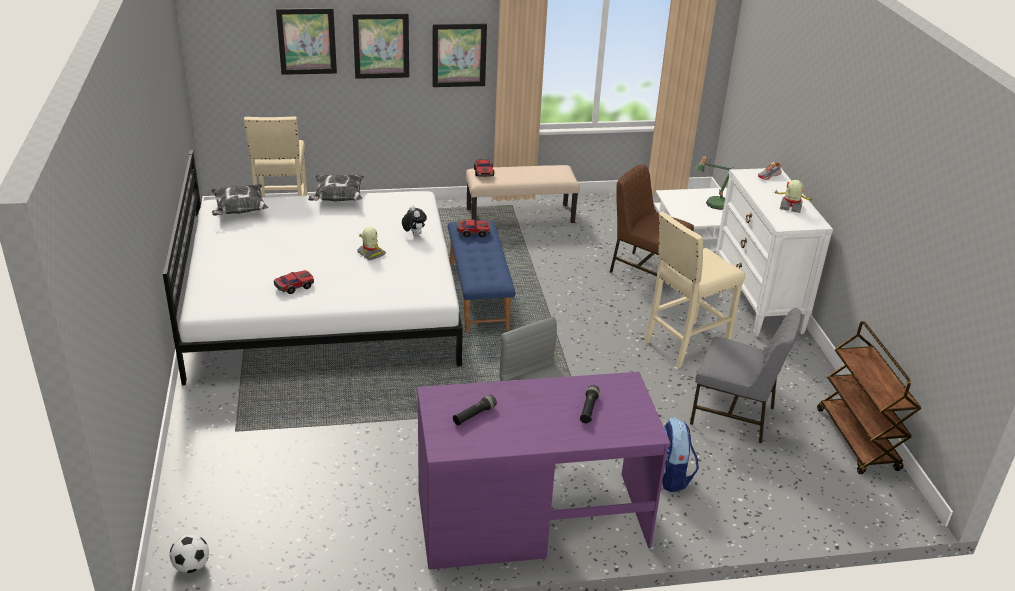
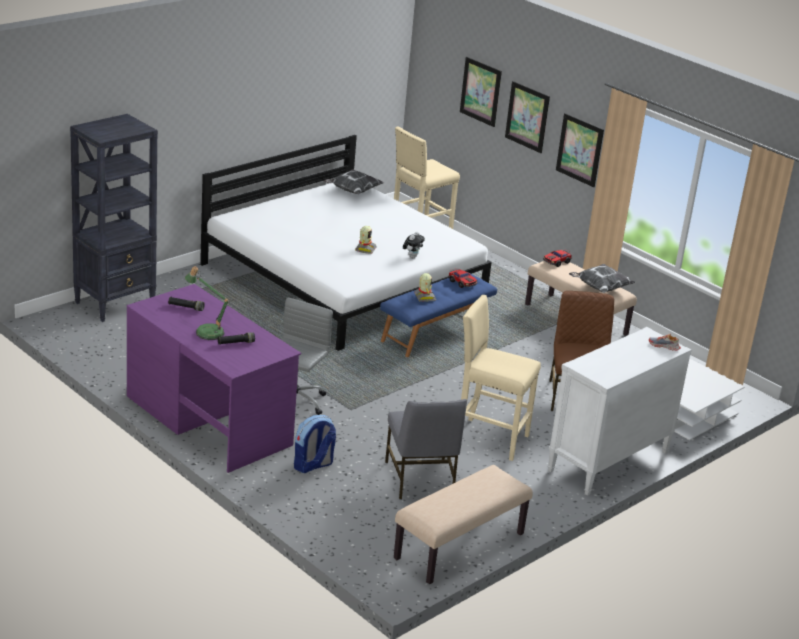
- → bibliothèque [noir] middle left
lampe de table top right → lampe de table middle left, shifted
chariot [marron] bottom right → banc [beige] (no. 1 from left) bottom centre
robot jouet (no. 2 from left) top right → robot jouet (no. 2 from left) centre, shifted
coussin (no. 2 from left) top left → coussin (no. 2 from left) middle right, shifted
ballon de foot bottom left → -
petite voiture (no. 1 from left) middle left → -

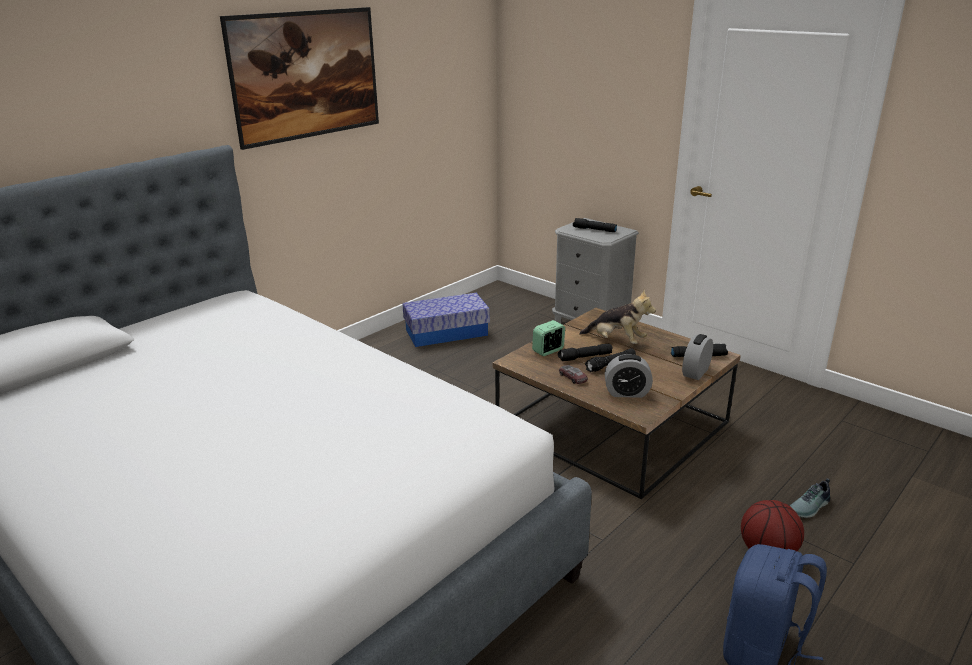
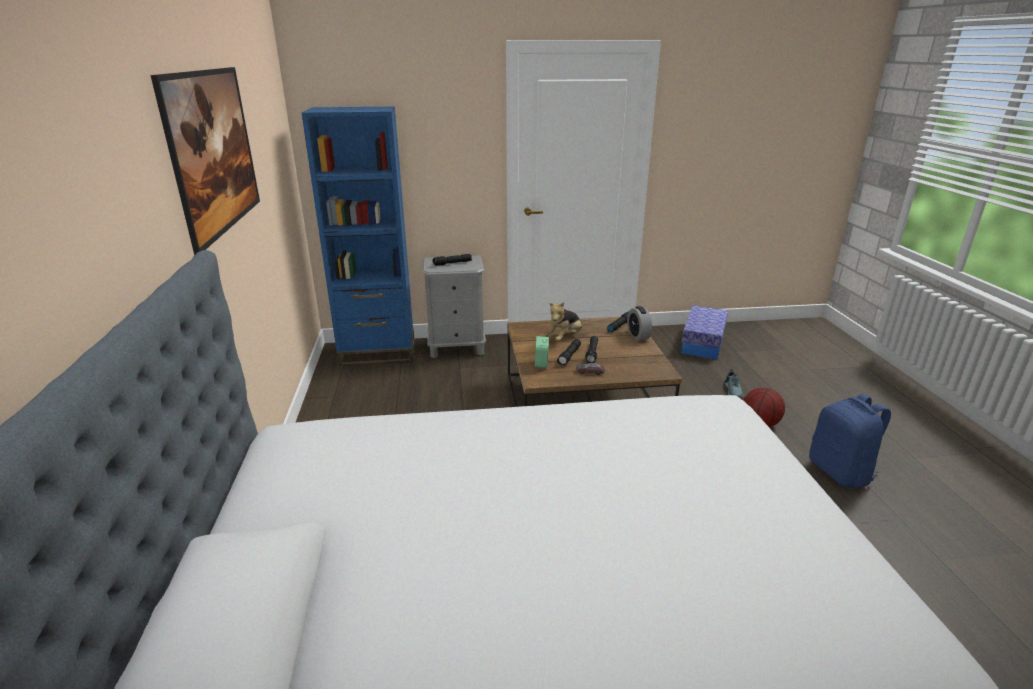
- → bibliothèque [bleu] centre
peluche centre, 150 degrees clockwise
boîte de rangement centre → boîte de rangement middle right, shifted
réveil (no. 2 from left) centre → -

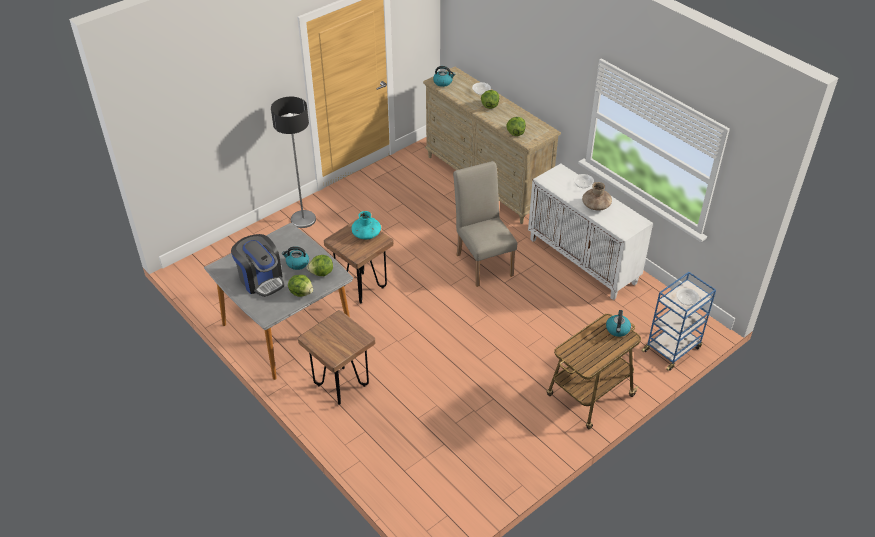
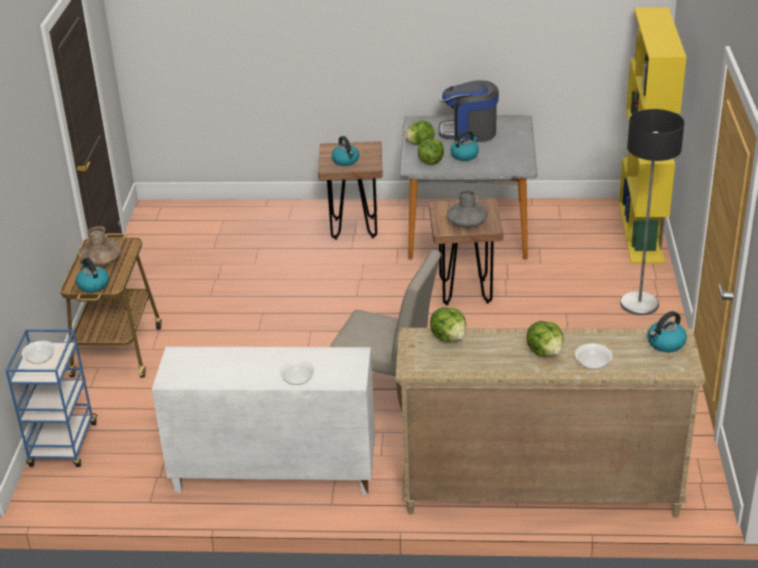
vase [marron] middle right → vase [marron] middle left, shifted
- → bouilloire (no. 2 from left) top centre
vase [turquoise] centre → vase [gris] centre
- → bibliothèque [jaune] top right

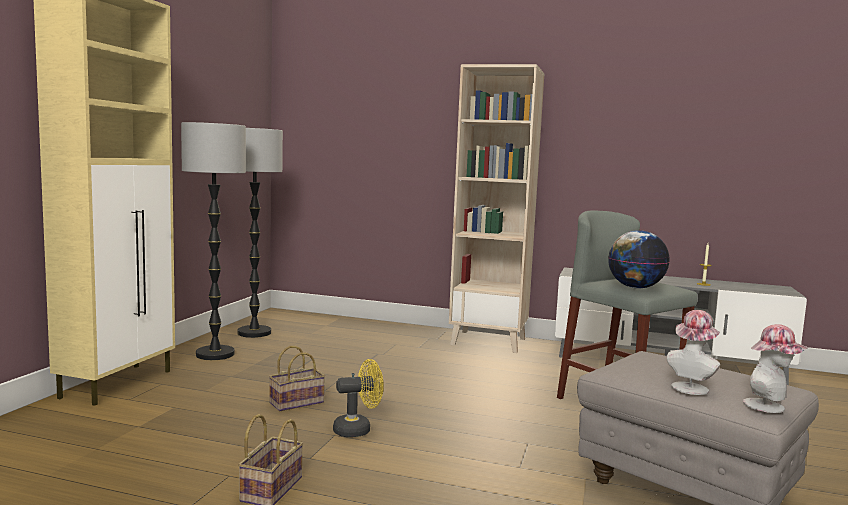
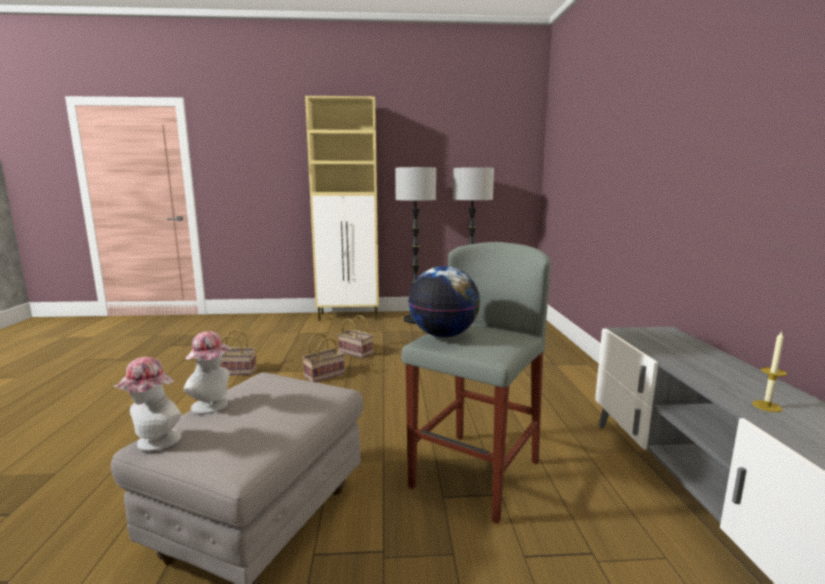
ventilateur [jaune] bottom centre → panier (no. 2 from left) centre
bibliothèque [beige] centre → -

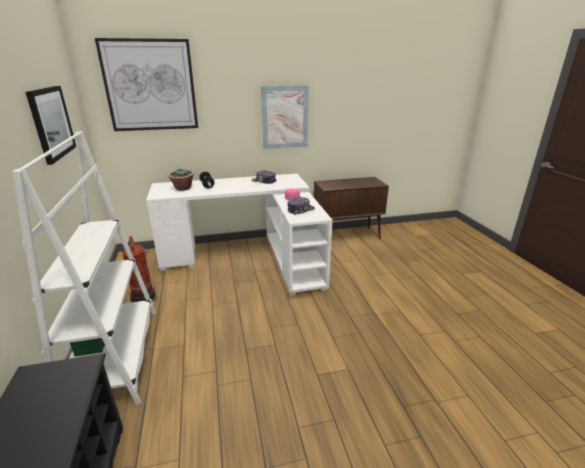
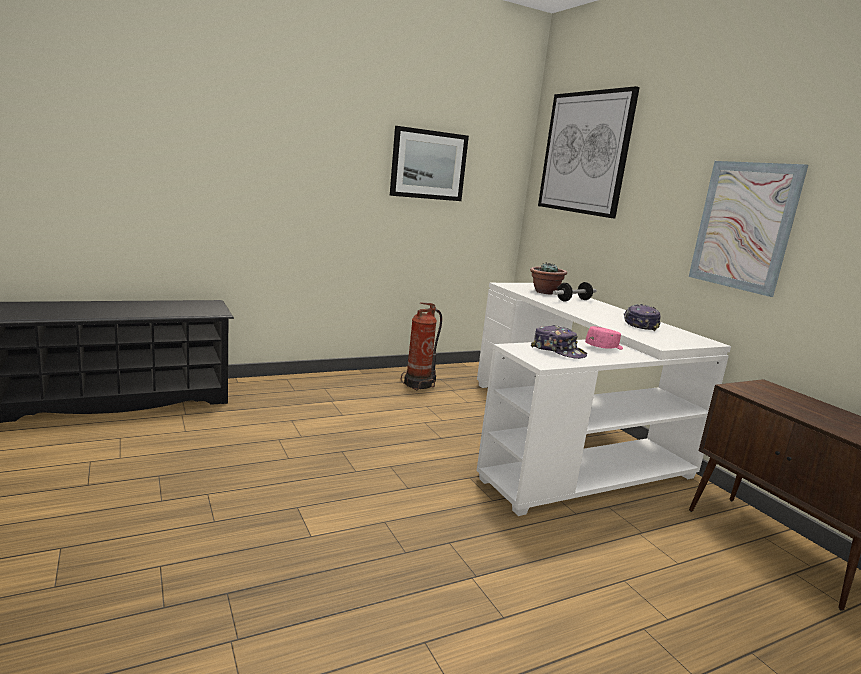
bibliothèque [blanc] middle left → -

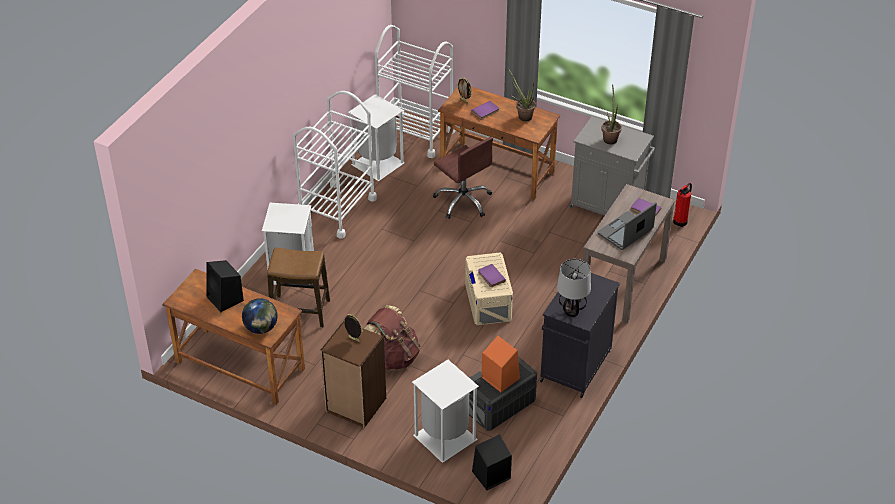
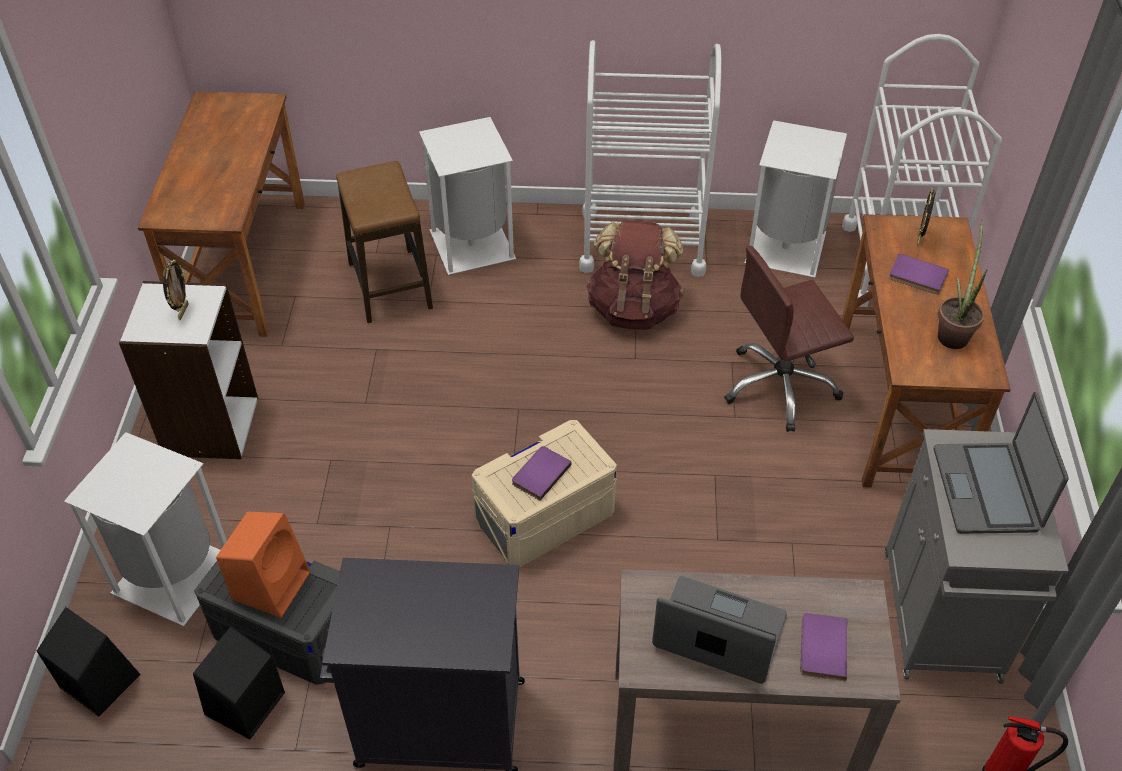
bibliothèque [marron] bottom centre → bibliothèque [blanc] middle left
enceinte [noir] (no. 1 from left in the first image) middle left → enceinte [noir] (no. 2 from left) bottom left, shifted
sac à dos [marron] bottom centre → sac à dos [marron] centre, shifted
chaise de bureau [marron] centre → chaise de bureau [marron] middle right, 45 degrees clockwise
plante en pot (no. 2 from left) top right → ordinateur portable (no. 2 from left) middle right
globe middle left → -
lampe de table centre → -

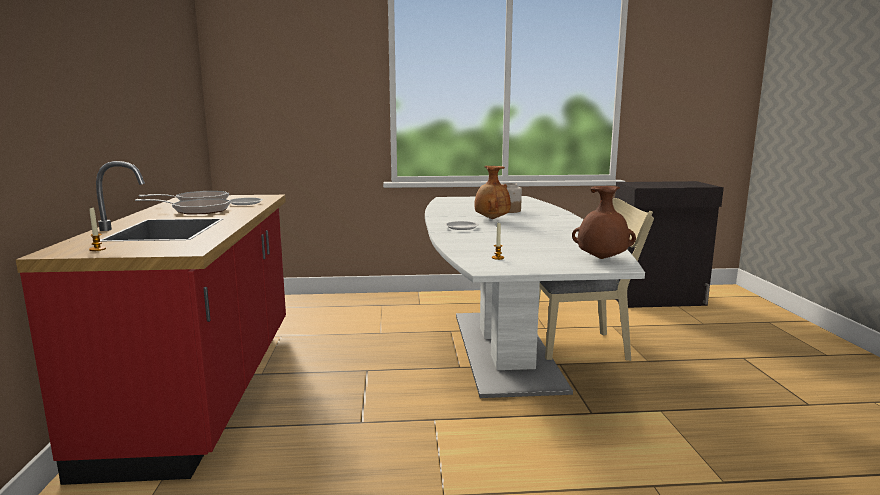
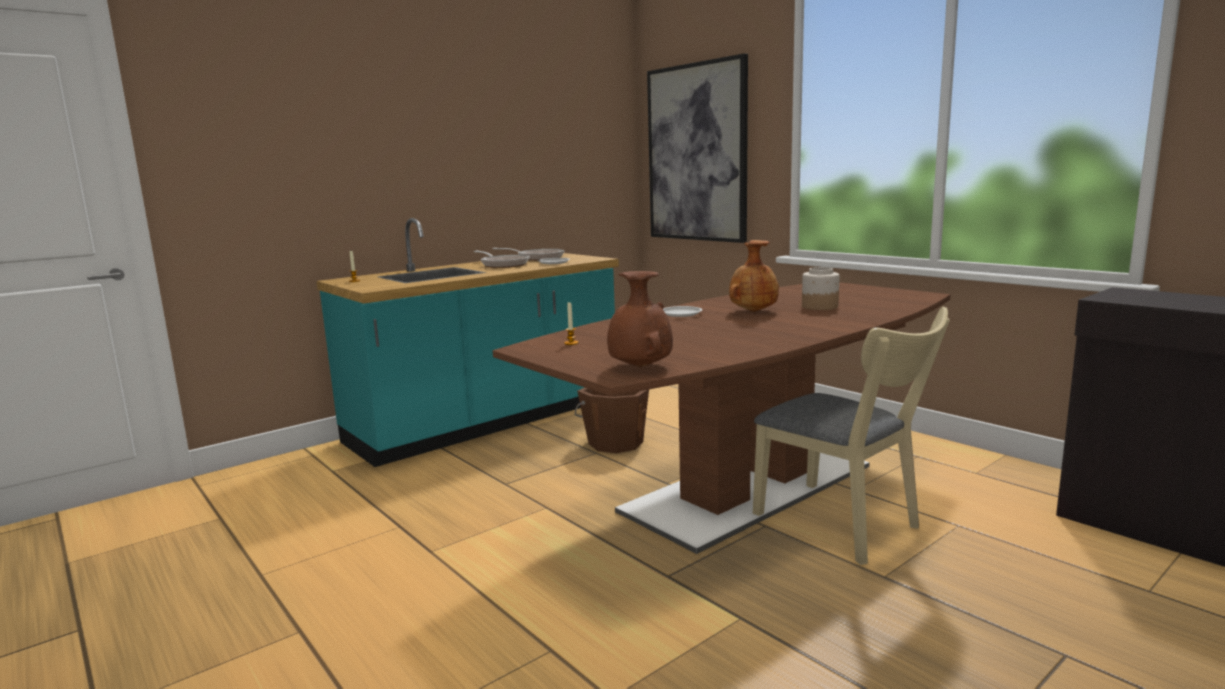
comptoir de cuisine [rouge] middle left → comptoir de cuisine [turquoise] centre
table à manger [blanc] centre → table à manger [marron] centre
- → seau [marron] centre
- → tableau top centre

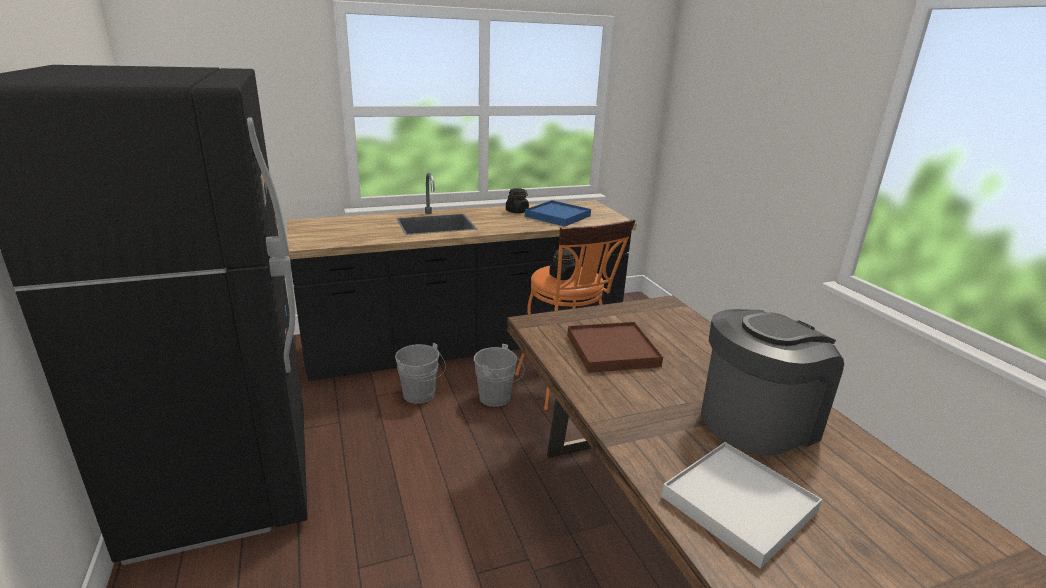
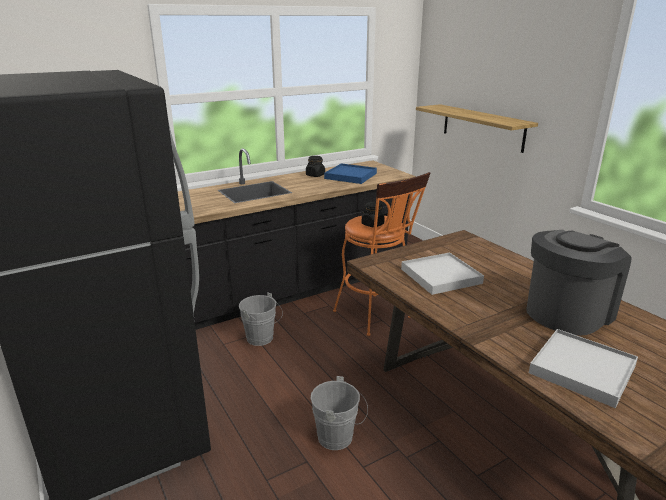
seau [gris] (no. 2 from left) centre → seau [gris] (no. 2 from left) bottom centre, shifted
plateau [marron] centre → plateau [blanc] (no. 1 from left) centre
- → étagère top right

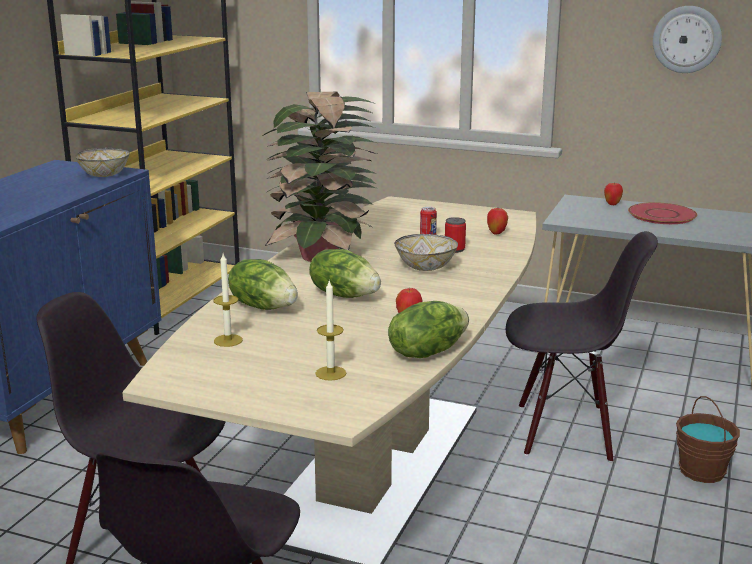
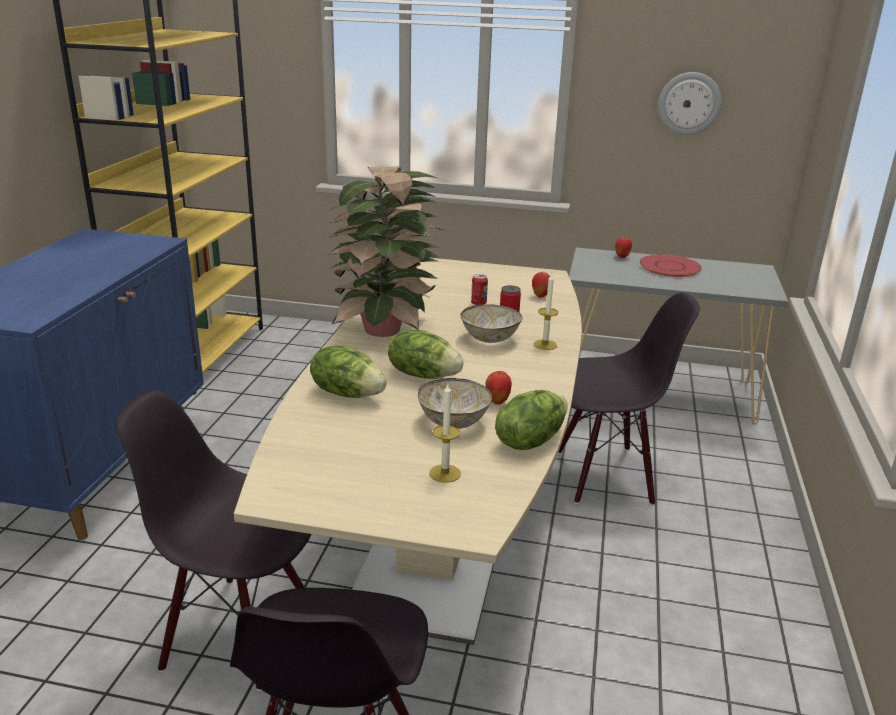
bol (no. 1 from left) top left → bol (no. 1 from left) centre, shifted
bougie (no. 1 from left in the first image) middle left → bougie (no. 2 from left) centre, shifted
seau [marron] bottom right → -

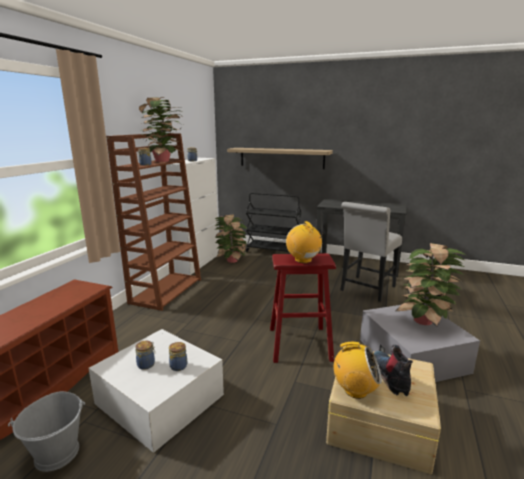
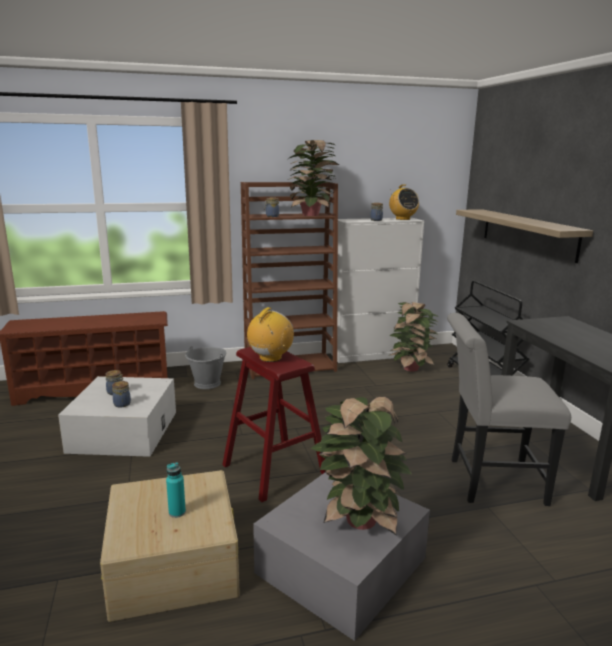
botte bottom right → bouteille [turquoise] bottom left
seau [gris] bottom left → seau [gris] centre, shifted
radio (no. 2 from left) bottom right → radio (no. 2 from left) top centre, shifted

